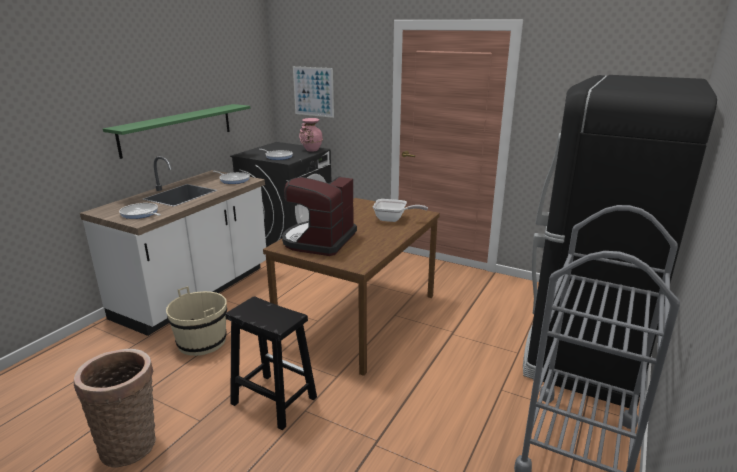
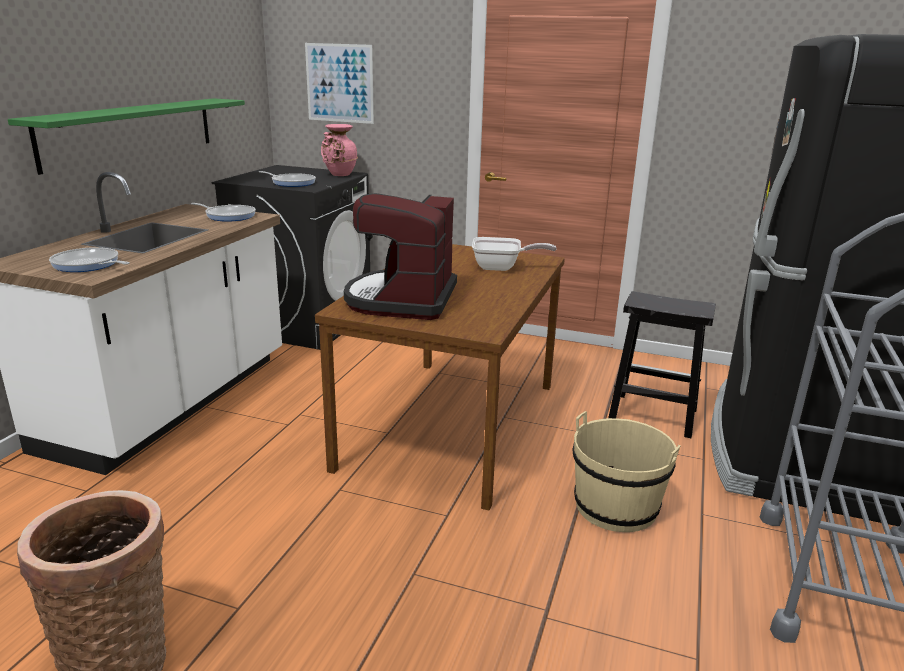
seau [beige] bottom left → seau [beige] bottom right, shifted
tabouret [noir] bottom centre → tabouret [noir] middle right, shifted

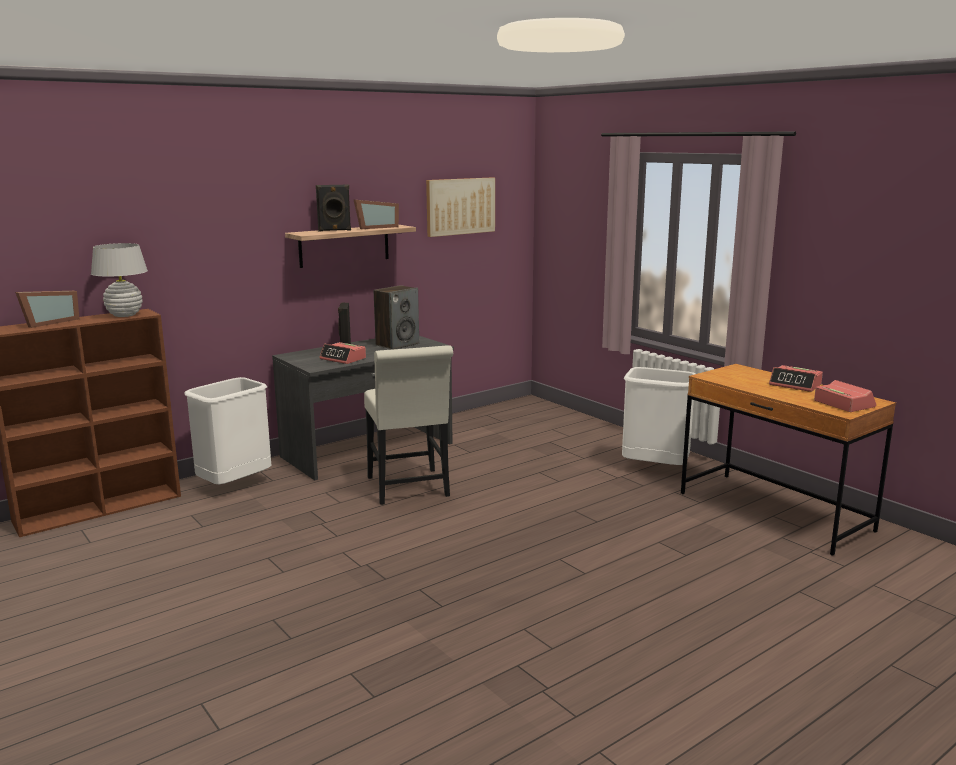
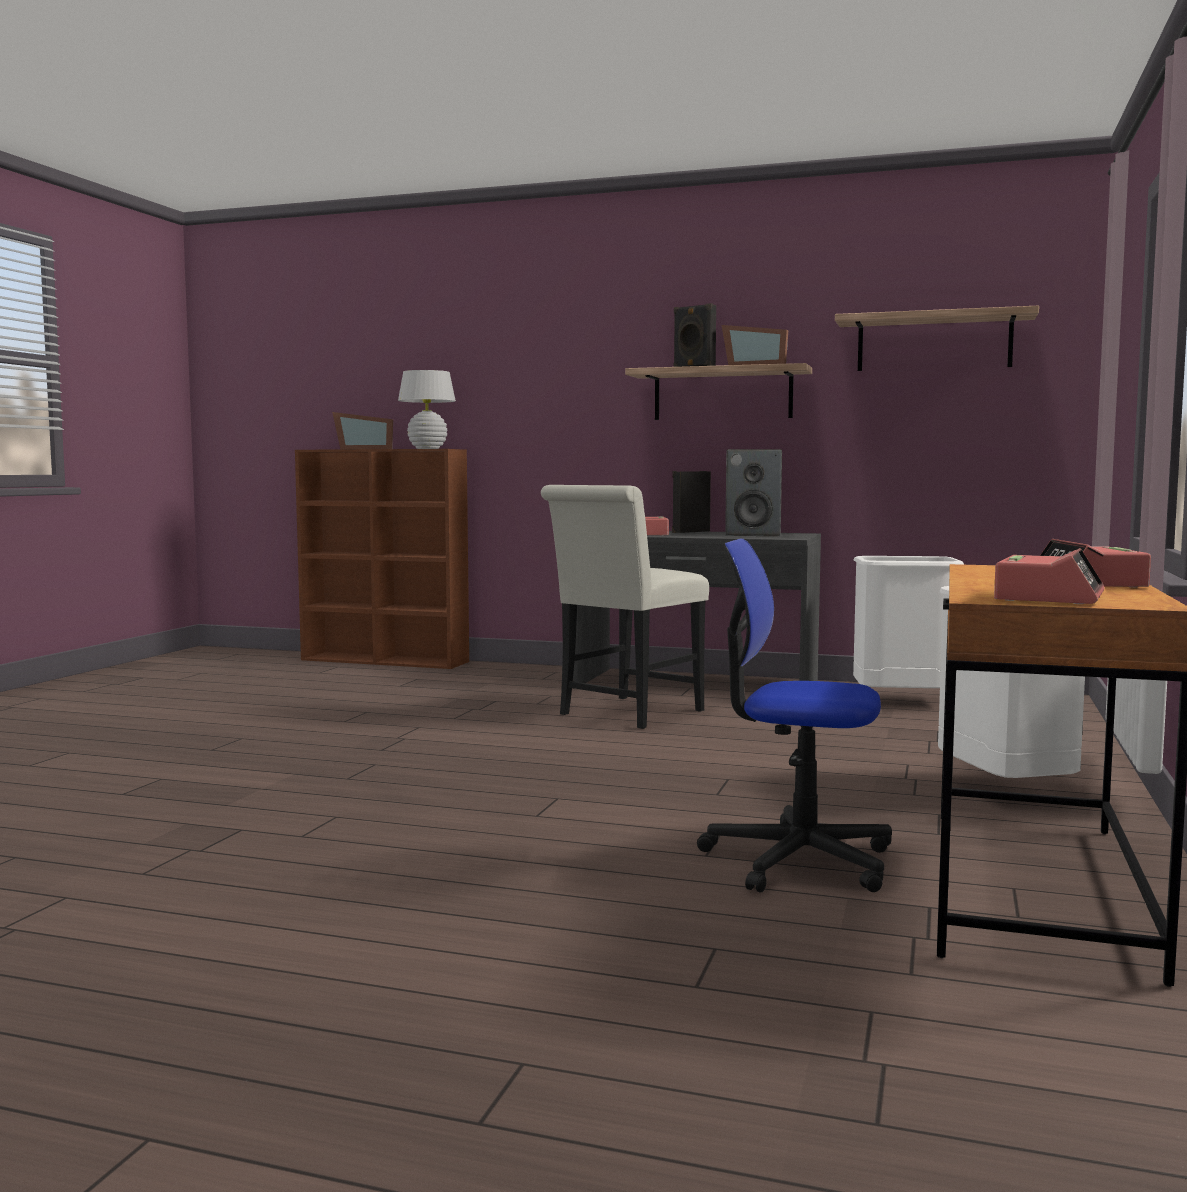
- → chaise de bureau middle right
tableau top centre → étagère (no. 2 from left) top right
poubelle [blanc] (no. 1 from left) middle left → poubelle [blanc] (no. 1 from left) middle right, shifted

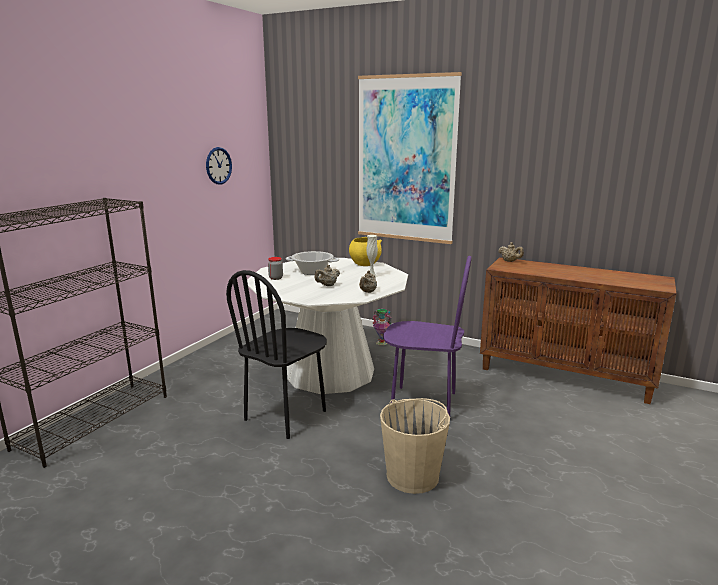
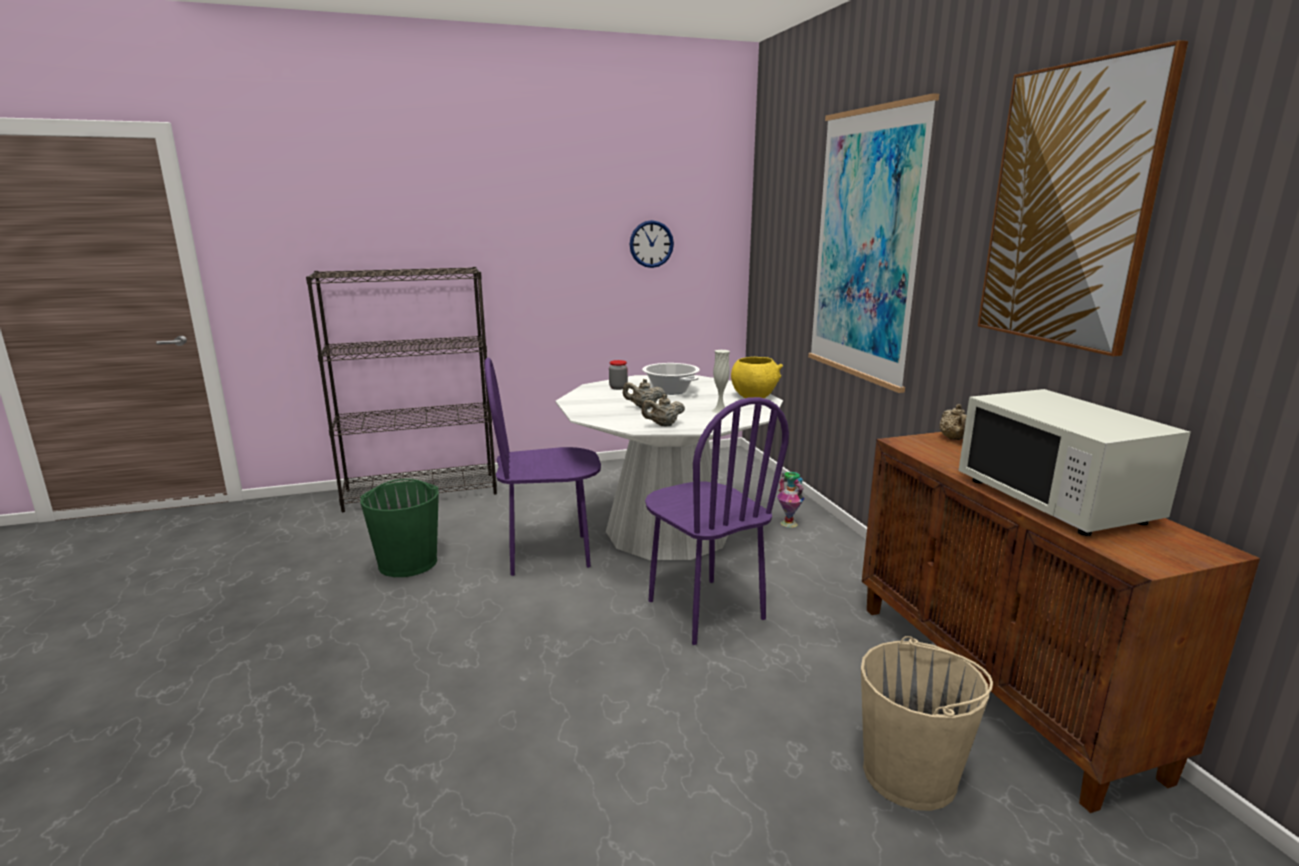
- → seau [vert] middle left
chaise [noir] centre → chaise [violet] (no. 1 from left) centre
seau [beige] bottom centre → seau [beige] bottom right, shifted
- → micro-ondes [blanc] middle right
- → tableau (no. 2 from left) top right

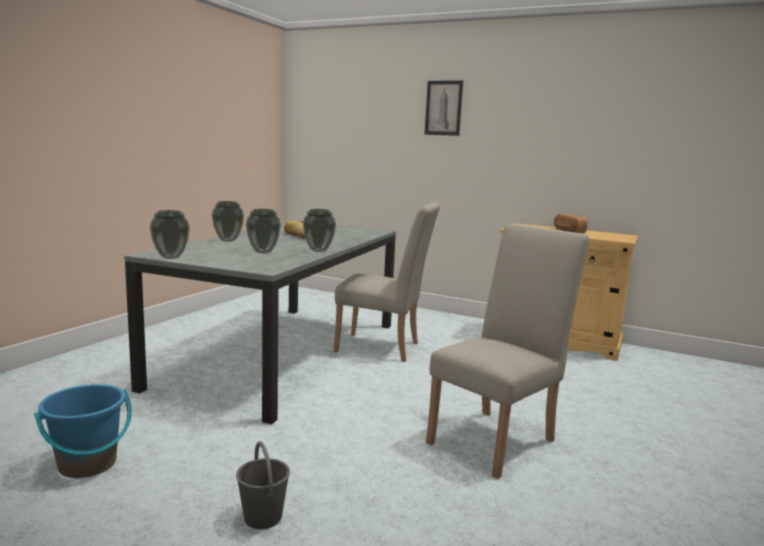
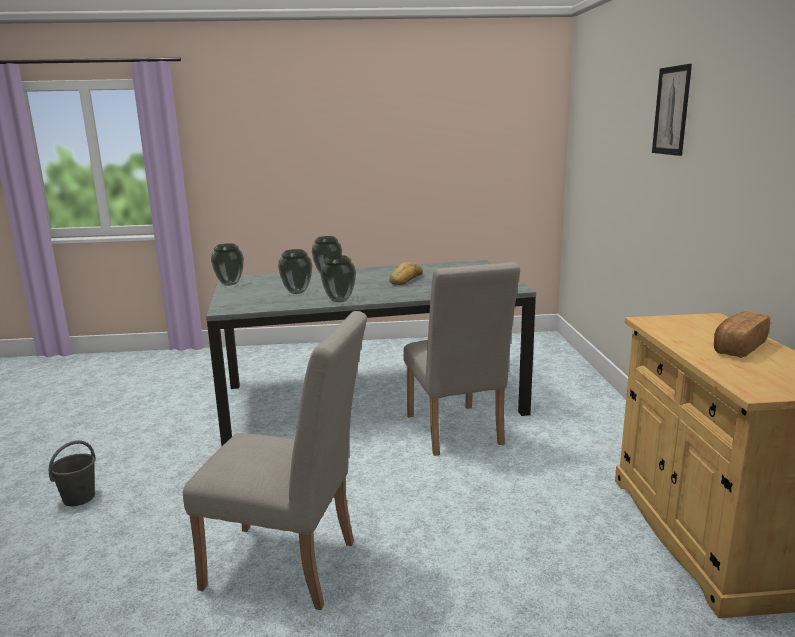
seau [bleu] bottom left → -

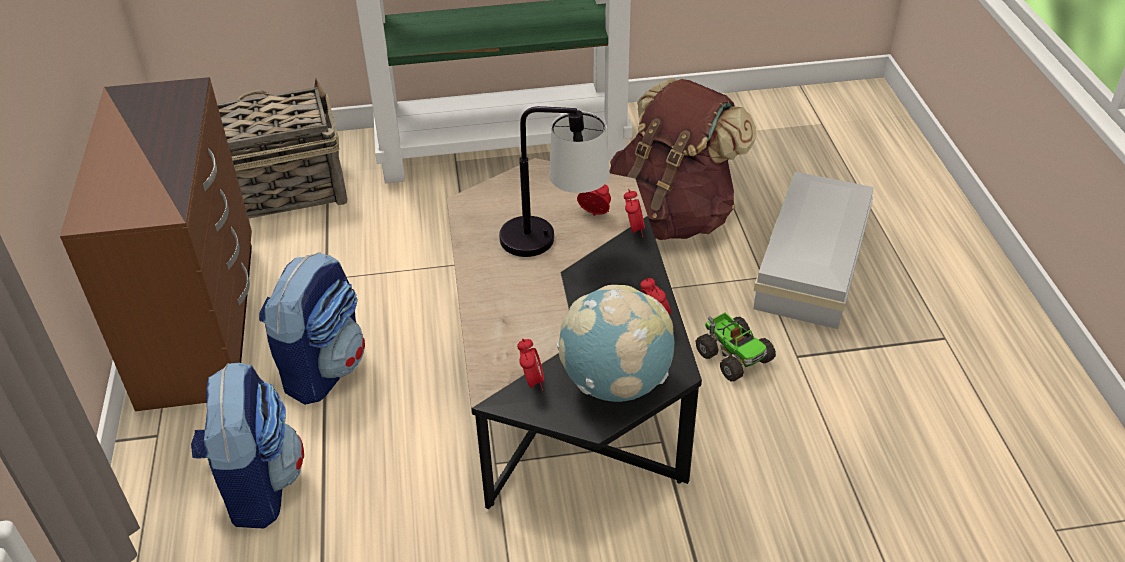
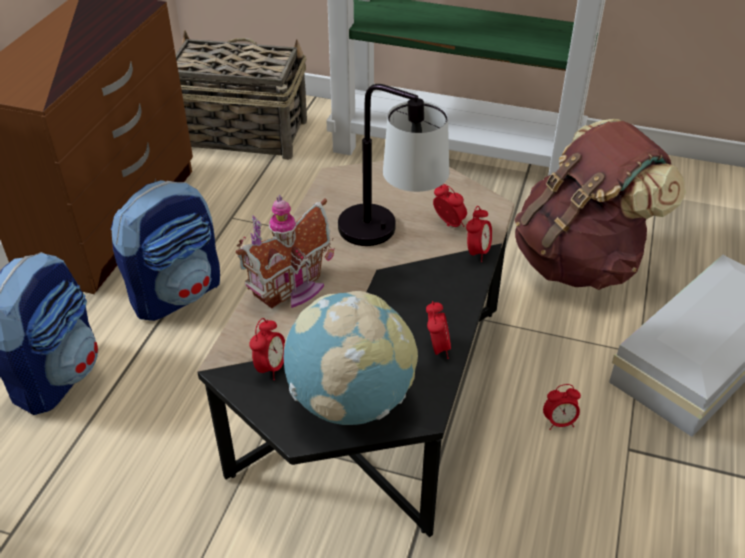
- → maison miniature centre
camion jouet centre → réveil (no. 5 from left) bottom right

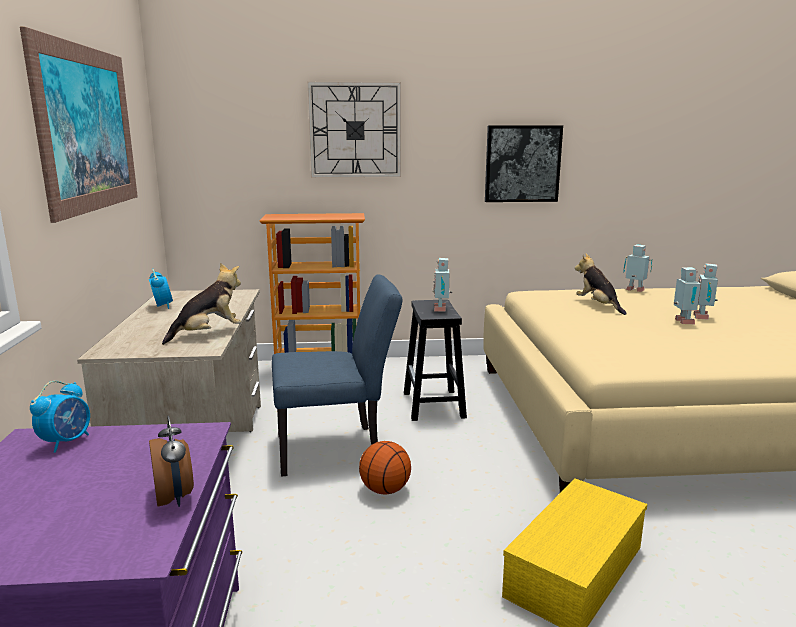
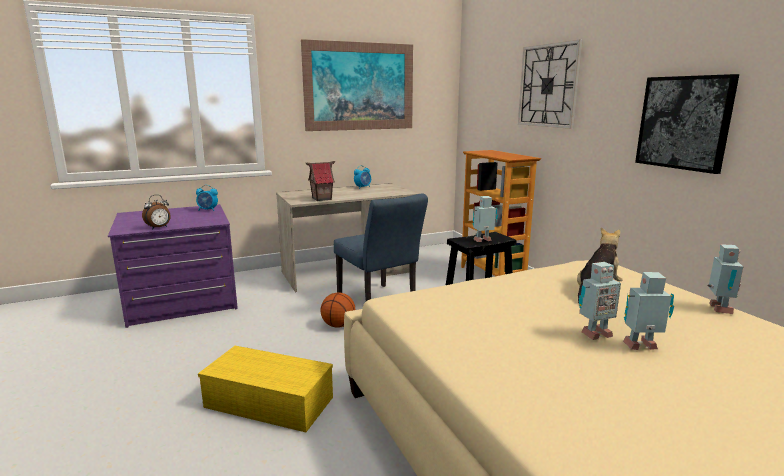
peluche (no. 1 from left) middle left → maison miniature centre

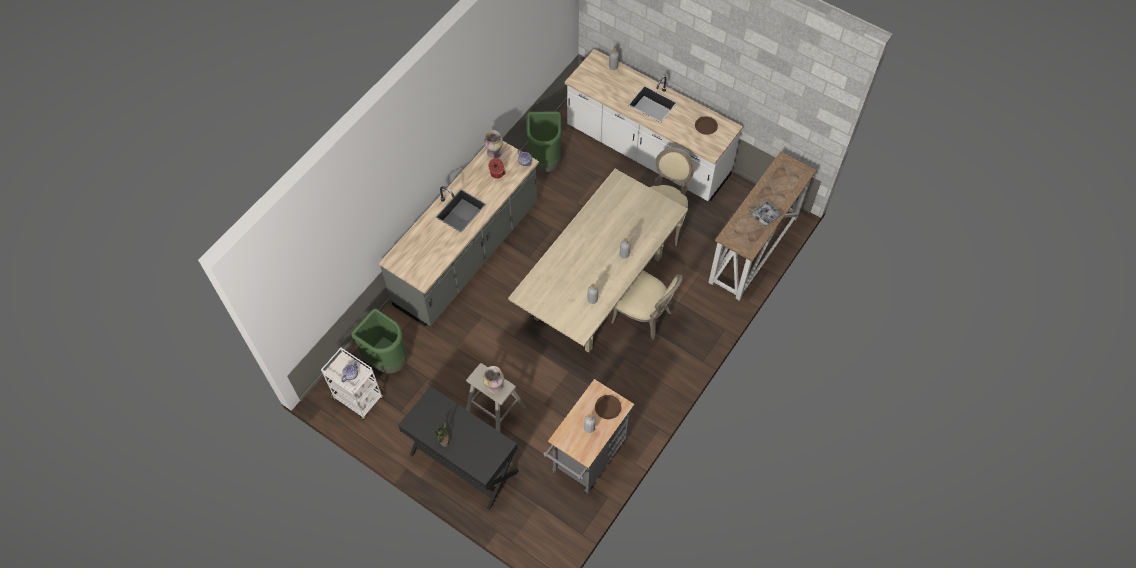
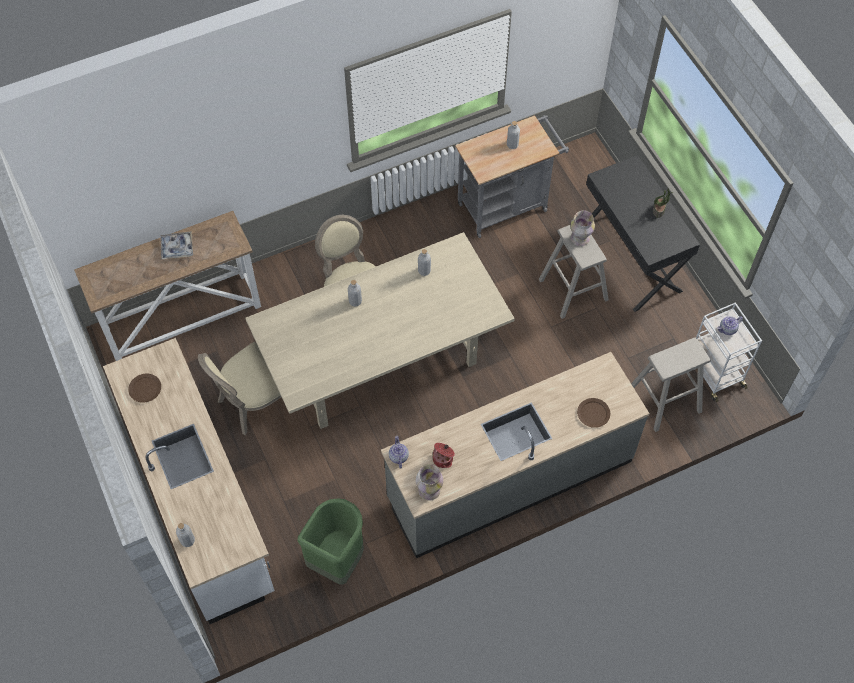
assiette [marron] (no. 1 from left in the first image) bottom centre → assiette [marron] (no. 2 from left) middle right, shifted
poubelle [vert] (no. 1 from left) centre → tabouret [beige] (no. 2 from left) middle right

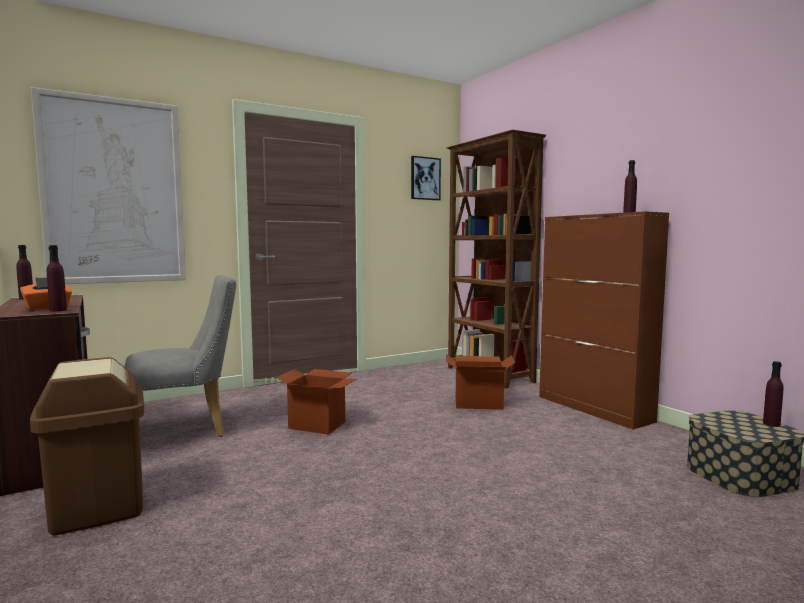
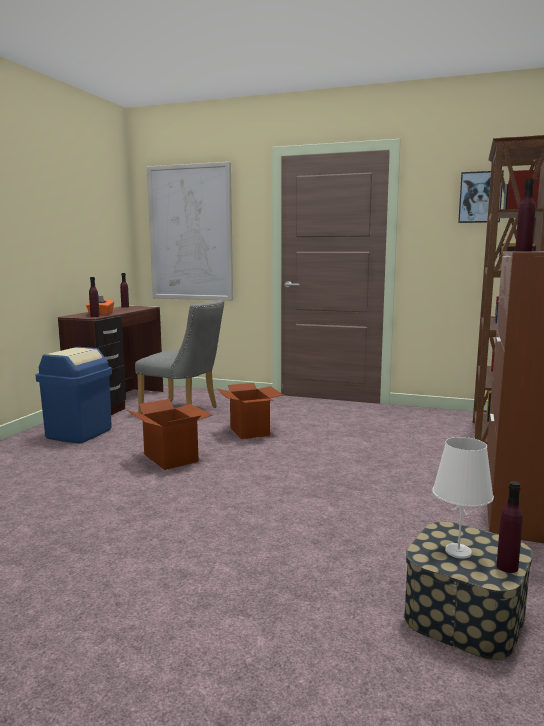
poubelle [marron] bottom left → poubelle [bleu] middle left
carton (no. 2 from left in the first image) centre → carton (no. 1 from left) middle left, shifted
- → lampe de table [blanc] bottom right

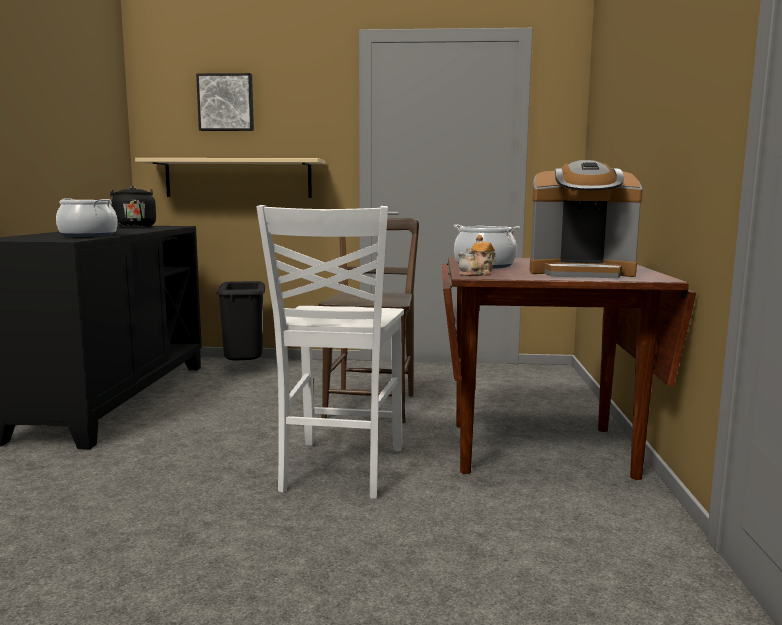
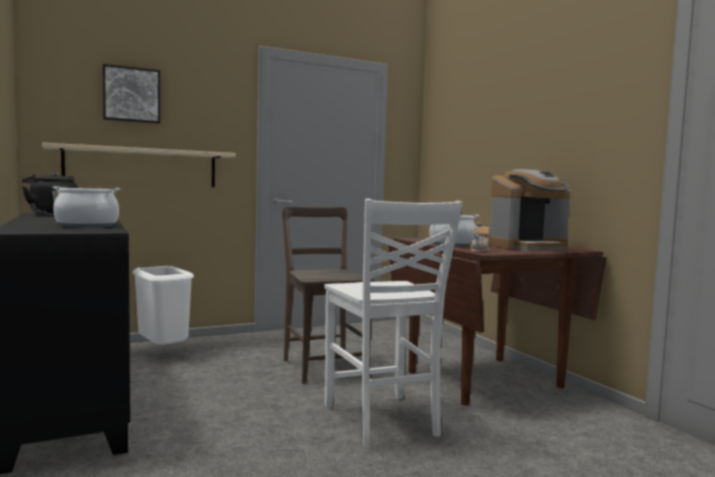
poubelle [noir] middle left → poubelle [blanc] middle left

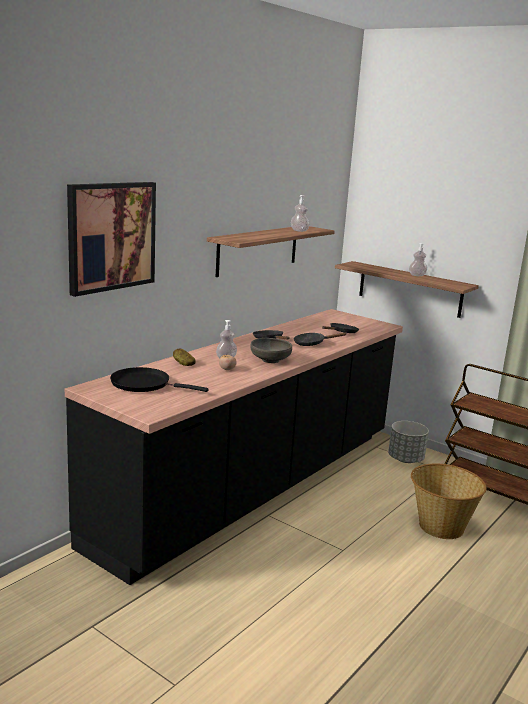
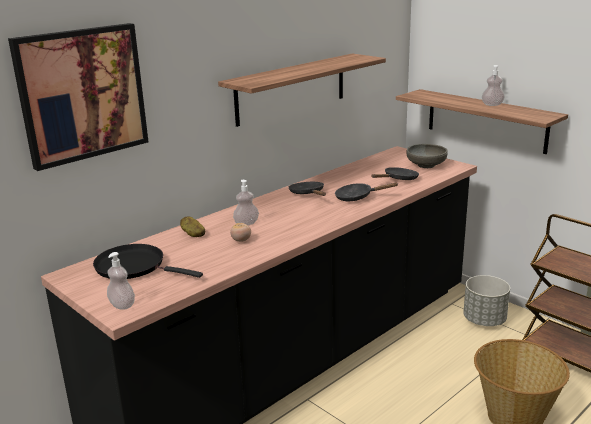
distributeur de savon (no. 2 from left in the first image) top centre → distributeur de savon (no. 1 from left) middle left, shifted
bol [gris] centre → bol [gris] middle right, shifted

